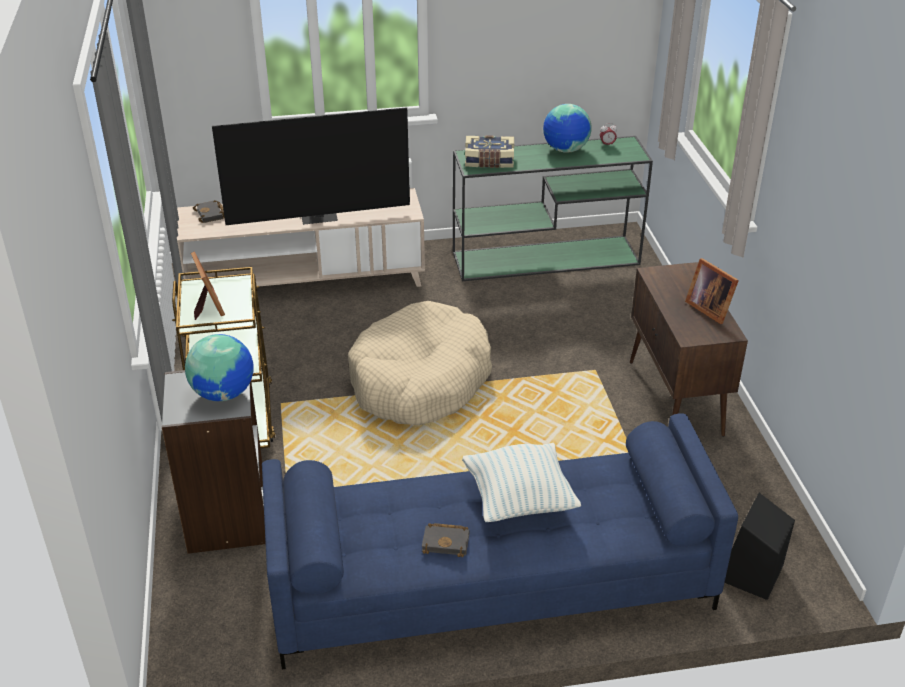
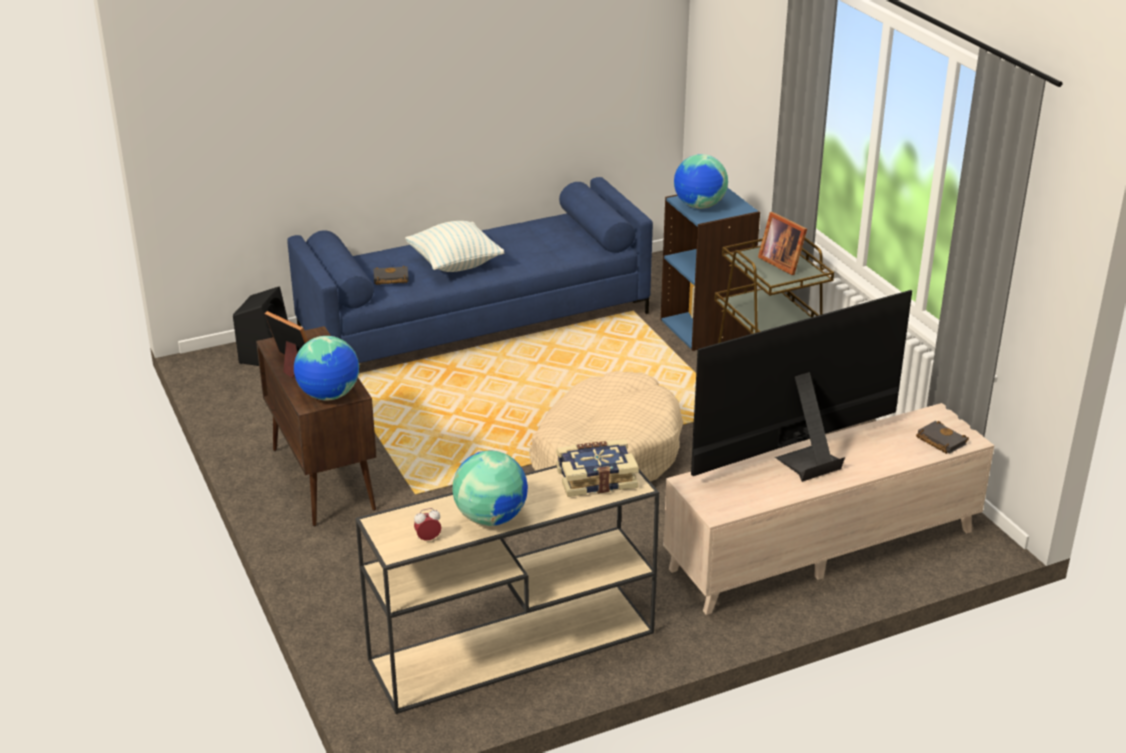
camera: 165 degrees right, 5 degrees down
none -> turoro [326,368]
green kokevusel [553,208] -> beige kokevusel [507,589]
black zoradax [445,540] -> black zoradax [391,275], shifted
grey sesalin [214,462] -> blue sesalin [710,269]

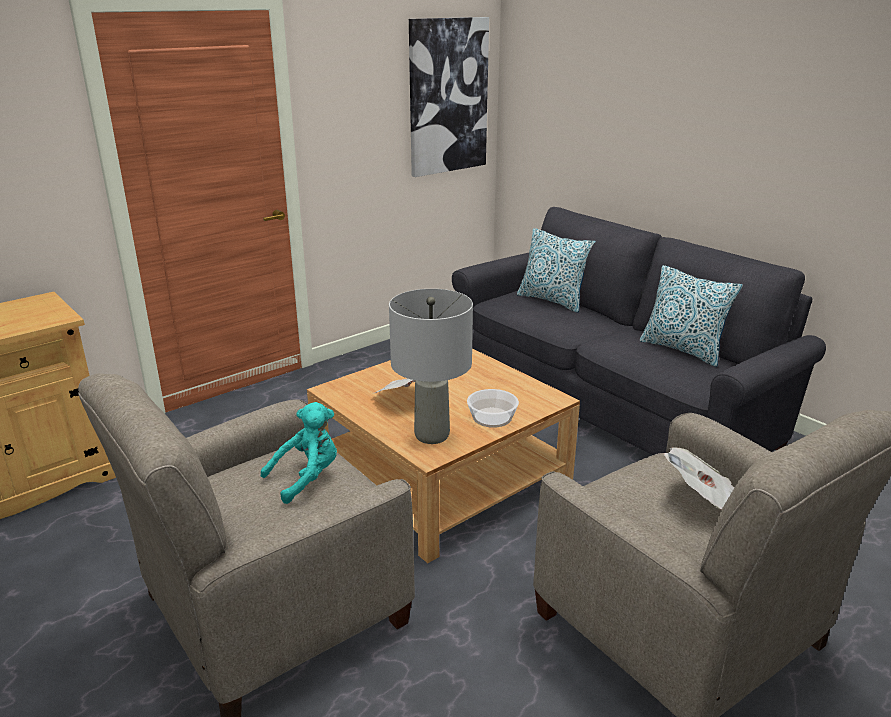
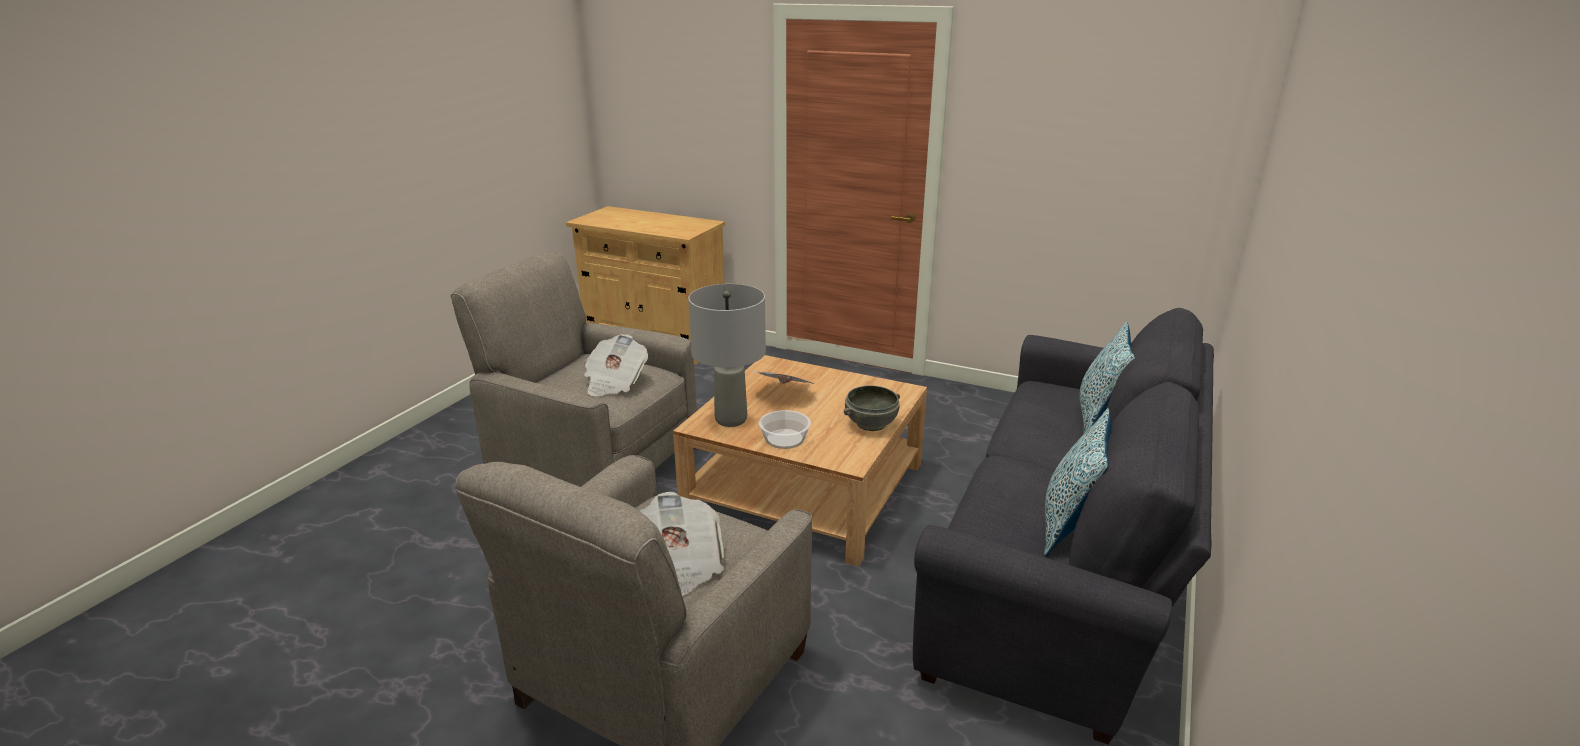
camera: 65 degrees right, 0 degrees up
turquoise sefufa [299,453] -> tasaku [616,365]
none -> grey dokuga [872,408]
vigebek [449,97] -> none

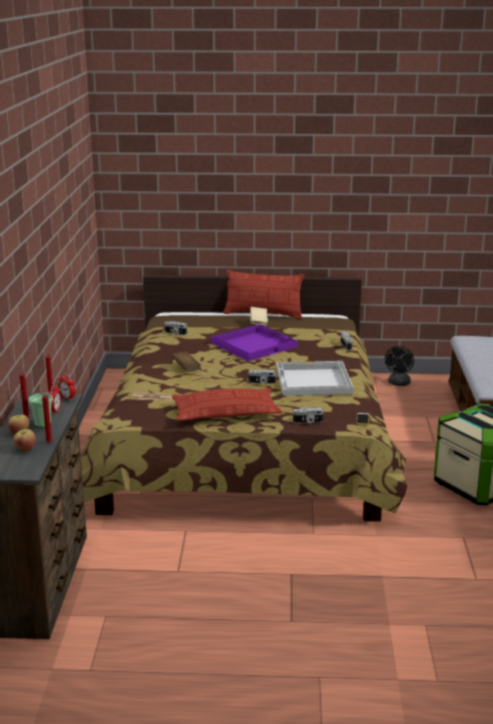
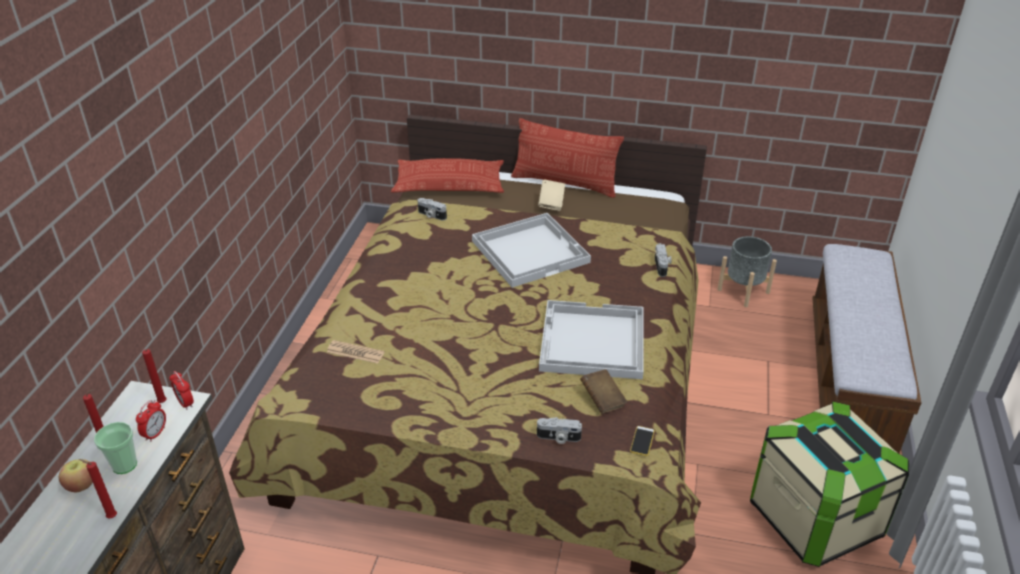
camera: 10 degrees right, 15 degrees up
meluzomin [227,404] -> meluzomin [447,175], shifted
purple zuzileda [254,343] -> white zuzileda [531,250]
brown zoradax [186,361] -> brown zoradax [603,391], shifted
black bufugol [399,366] -> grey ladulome [747,271]
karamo [24,440] -> none
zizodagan [262,376] -> none

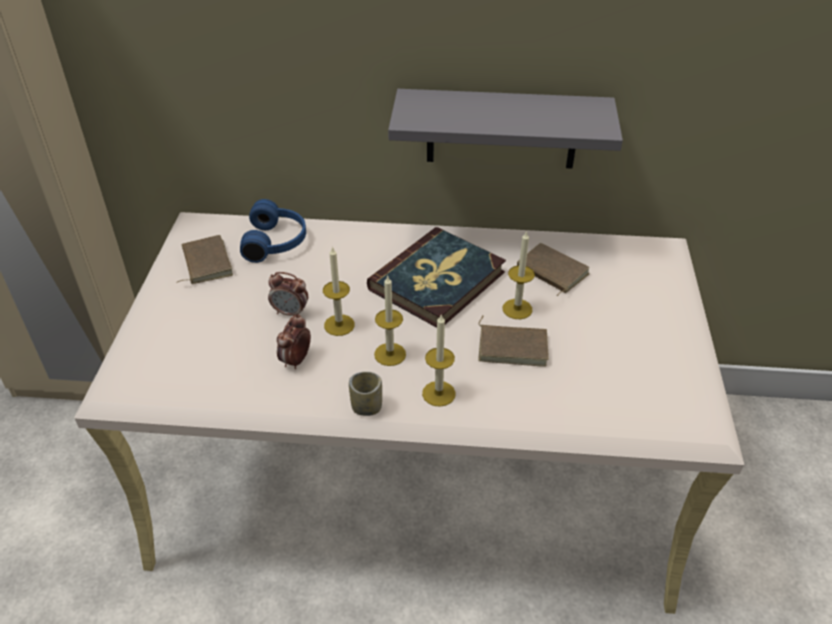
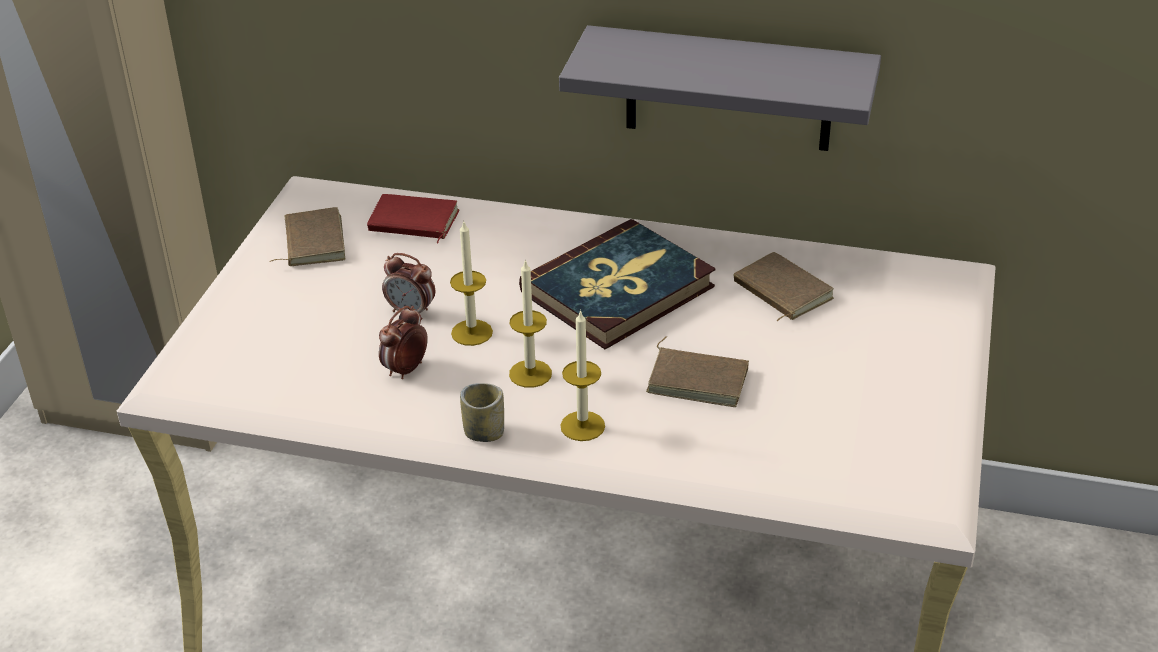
camera: 10 degrees right, 5 degrees down
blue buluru [273,231] -> red zoradax [413,218]
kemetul [519,274] -> none

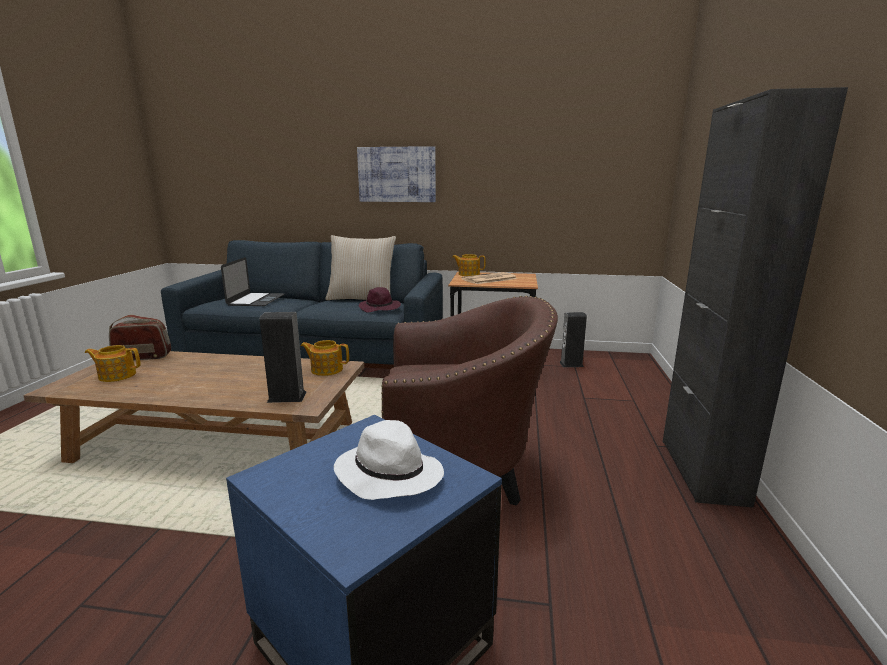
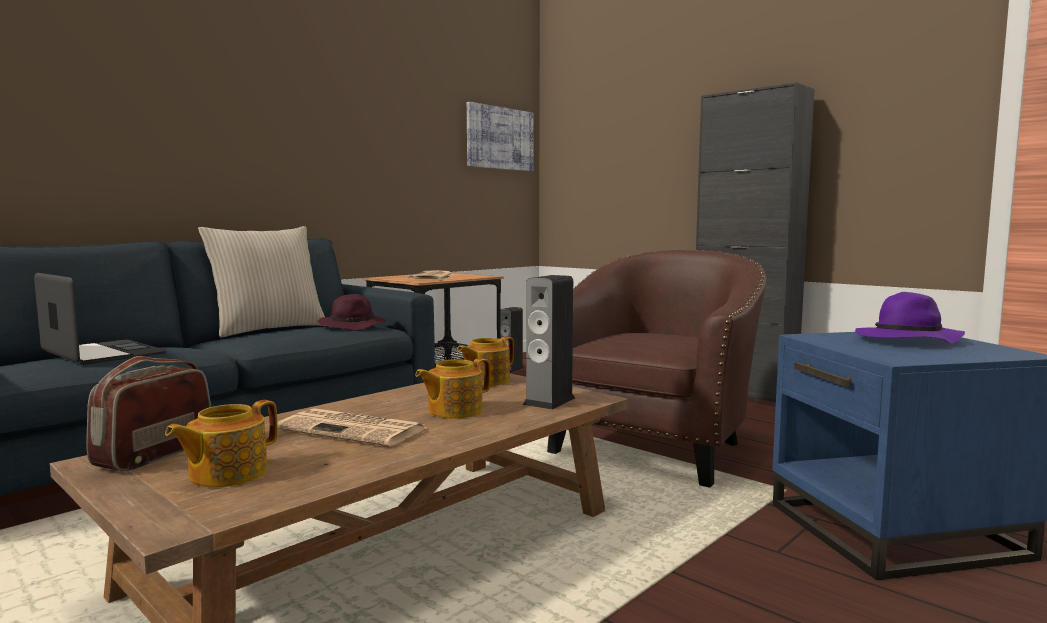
camera: 55 degrees left, 10 degrees down
none -> tasaku [352,427]
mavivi [469,265] -> mavivi [452,388], shifted
vigebek [396,174] -> vigebek [500,136], shifted
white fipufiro [389,460] -> purple fipufiro [910,318]

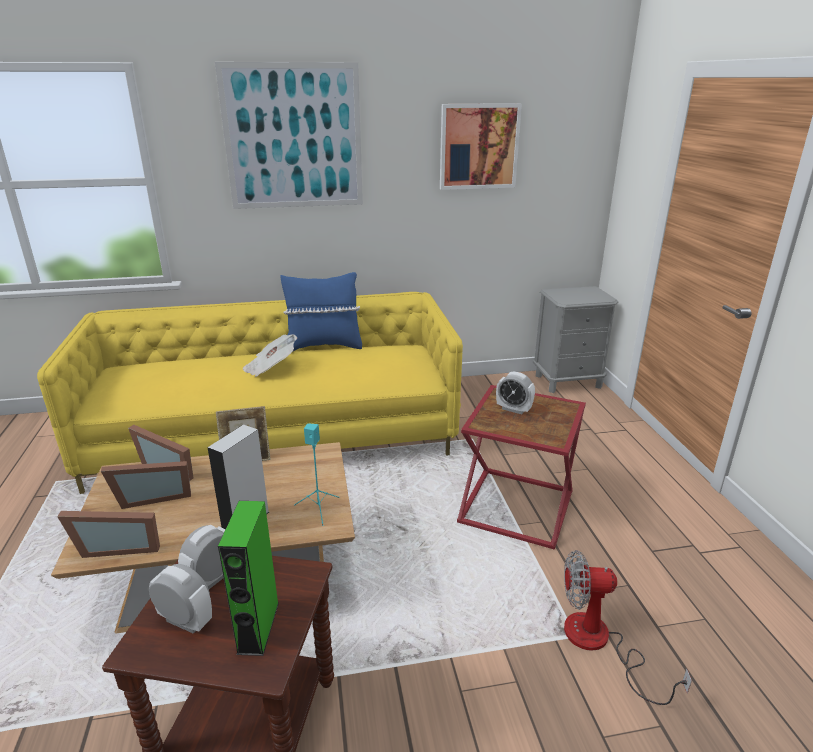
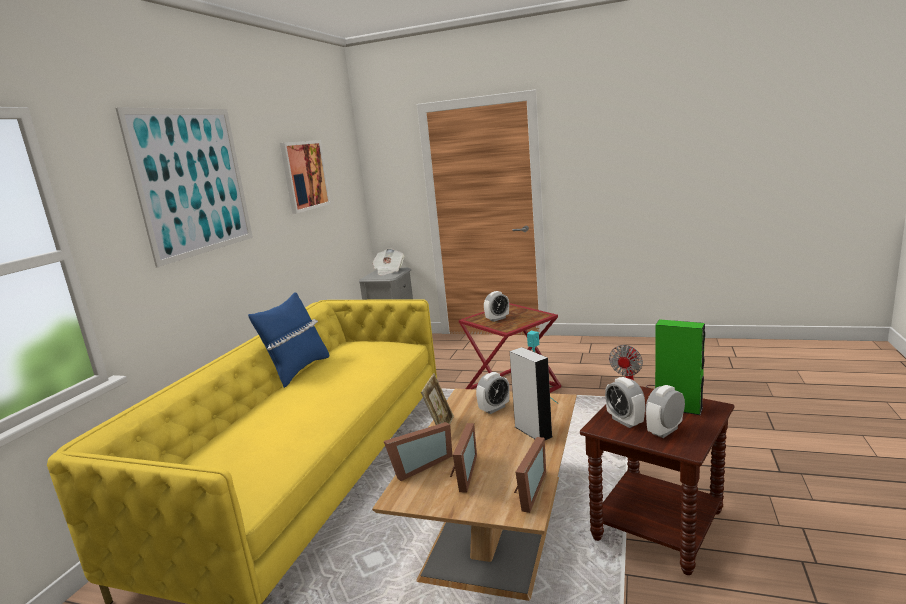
camera: 60 degrees left, 10 degrees down
tasaku [269,355] -> tasaku [388,262], shifted
none -> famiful [493,393]

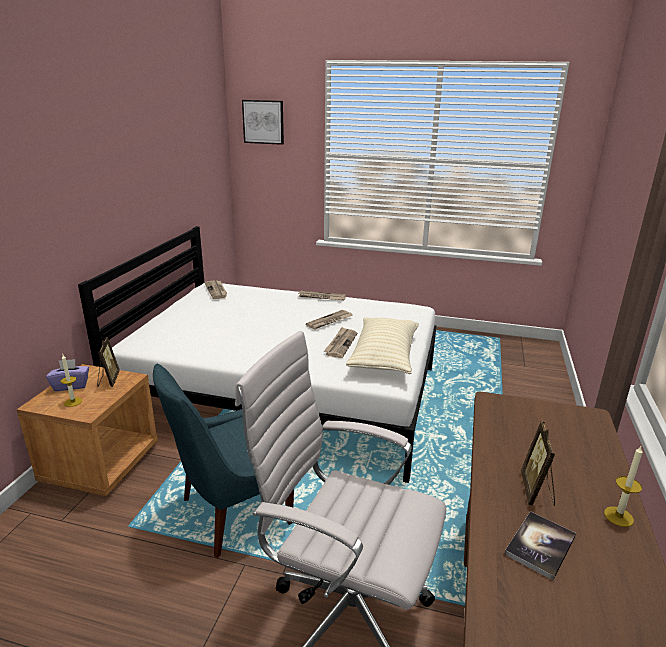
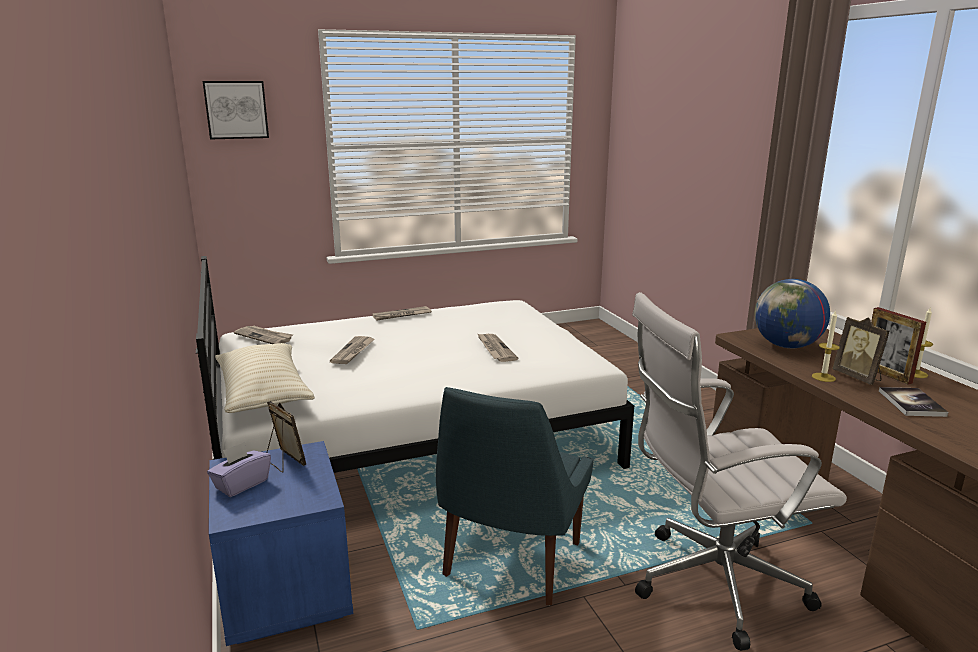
camera: 35 degrees left, 5 degrees down
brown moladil [87,430] -> blue moladil [281,543]
beige meluzomin [382,346] -> beige meluzomin [265,378], shifted
tasaku [329,319] -> tasaku [352,350], shifted
none -> turoro [792,313]
kemetul [71,381] -> kemetul [825,346], shifted
none -> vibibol [898,345]

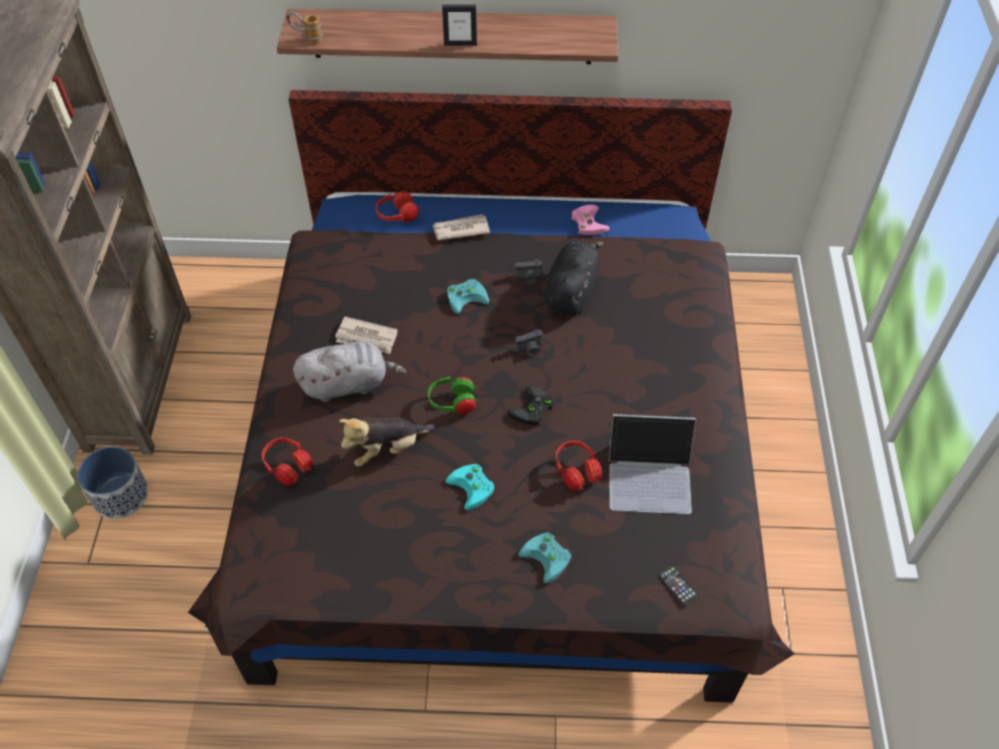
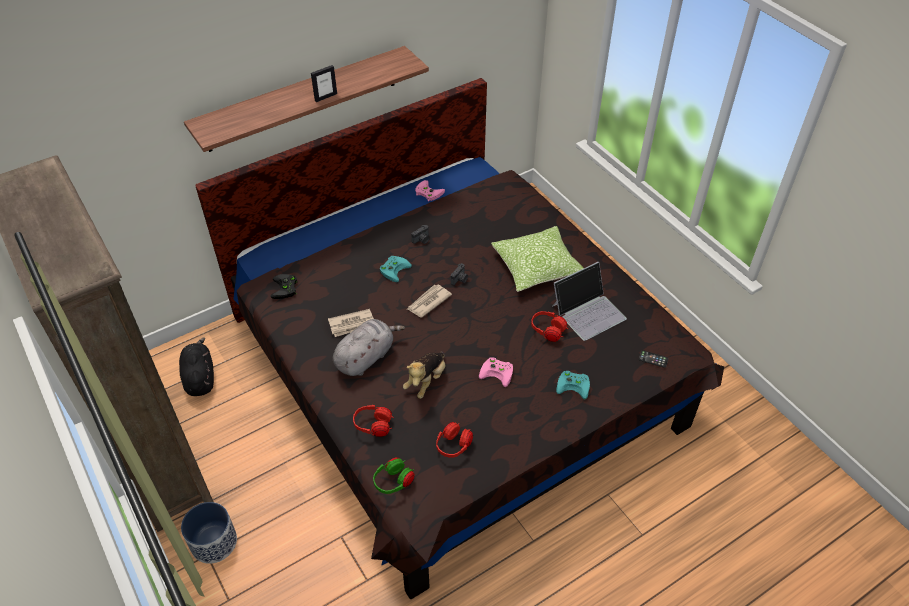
camera: 35 degrees left, 5 degrees down
black sefufa [573,278] -> black sefufa [196,366], shifted
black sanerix [530,405] -> black sanerix [284,286], shifted
green buluru [453,395] -> green buluru [394,475], shifted
tasaku [461,227] -> tasaku [429,301], shifted
red buluru [398,207] -> red buluru [454,440], shifted
turquoise sanerix [469,487] -> pink sanerix [496,372]
none -> meluzomin [537,259]
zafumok [304,28] -> none

